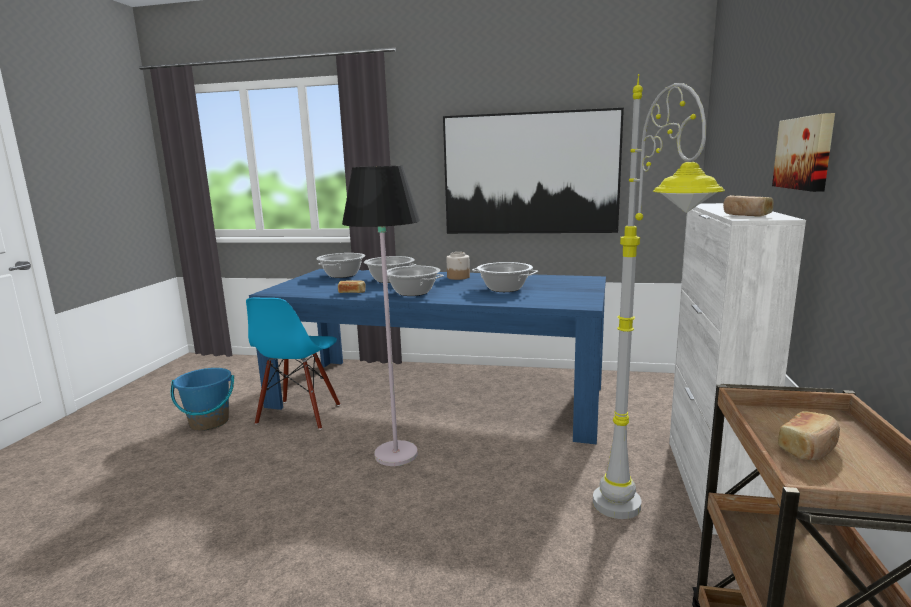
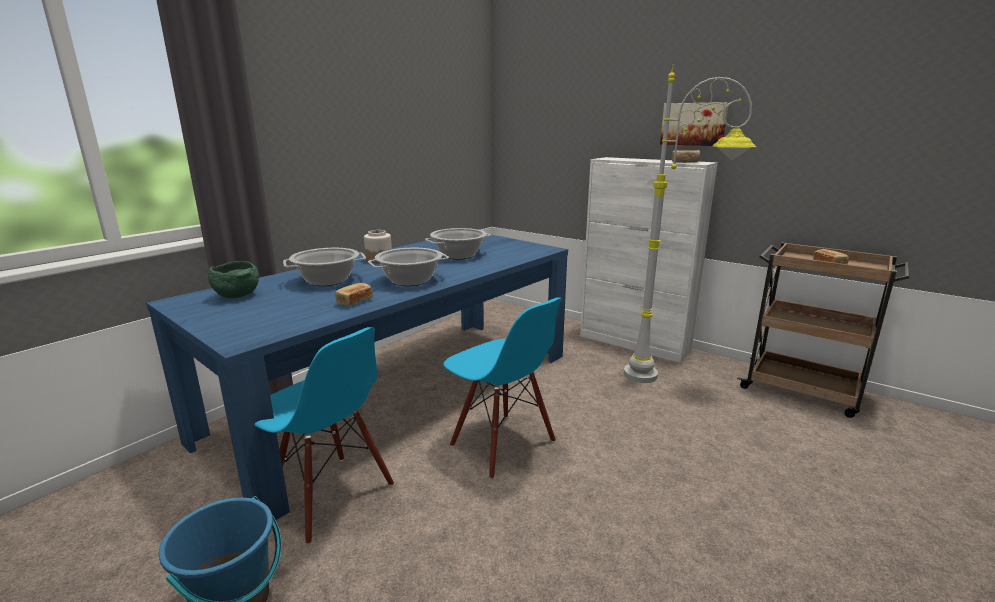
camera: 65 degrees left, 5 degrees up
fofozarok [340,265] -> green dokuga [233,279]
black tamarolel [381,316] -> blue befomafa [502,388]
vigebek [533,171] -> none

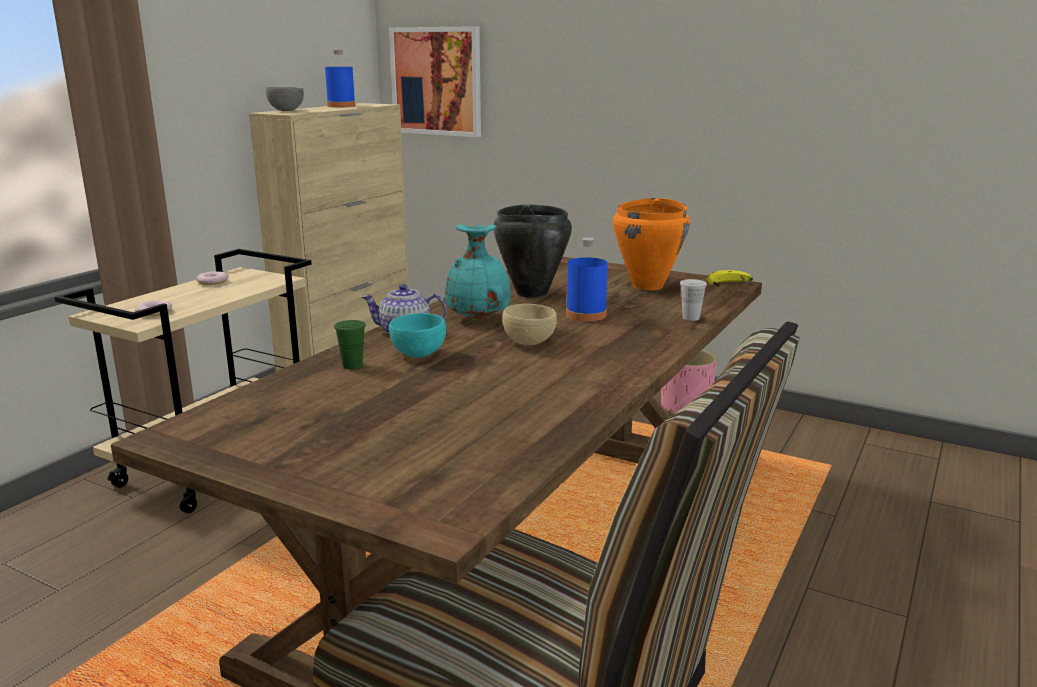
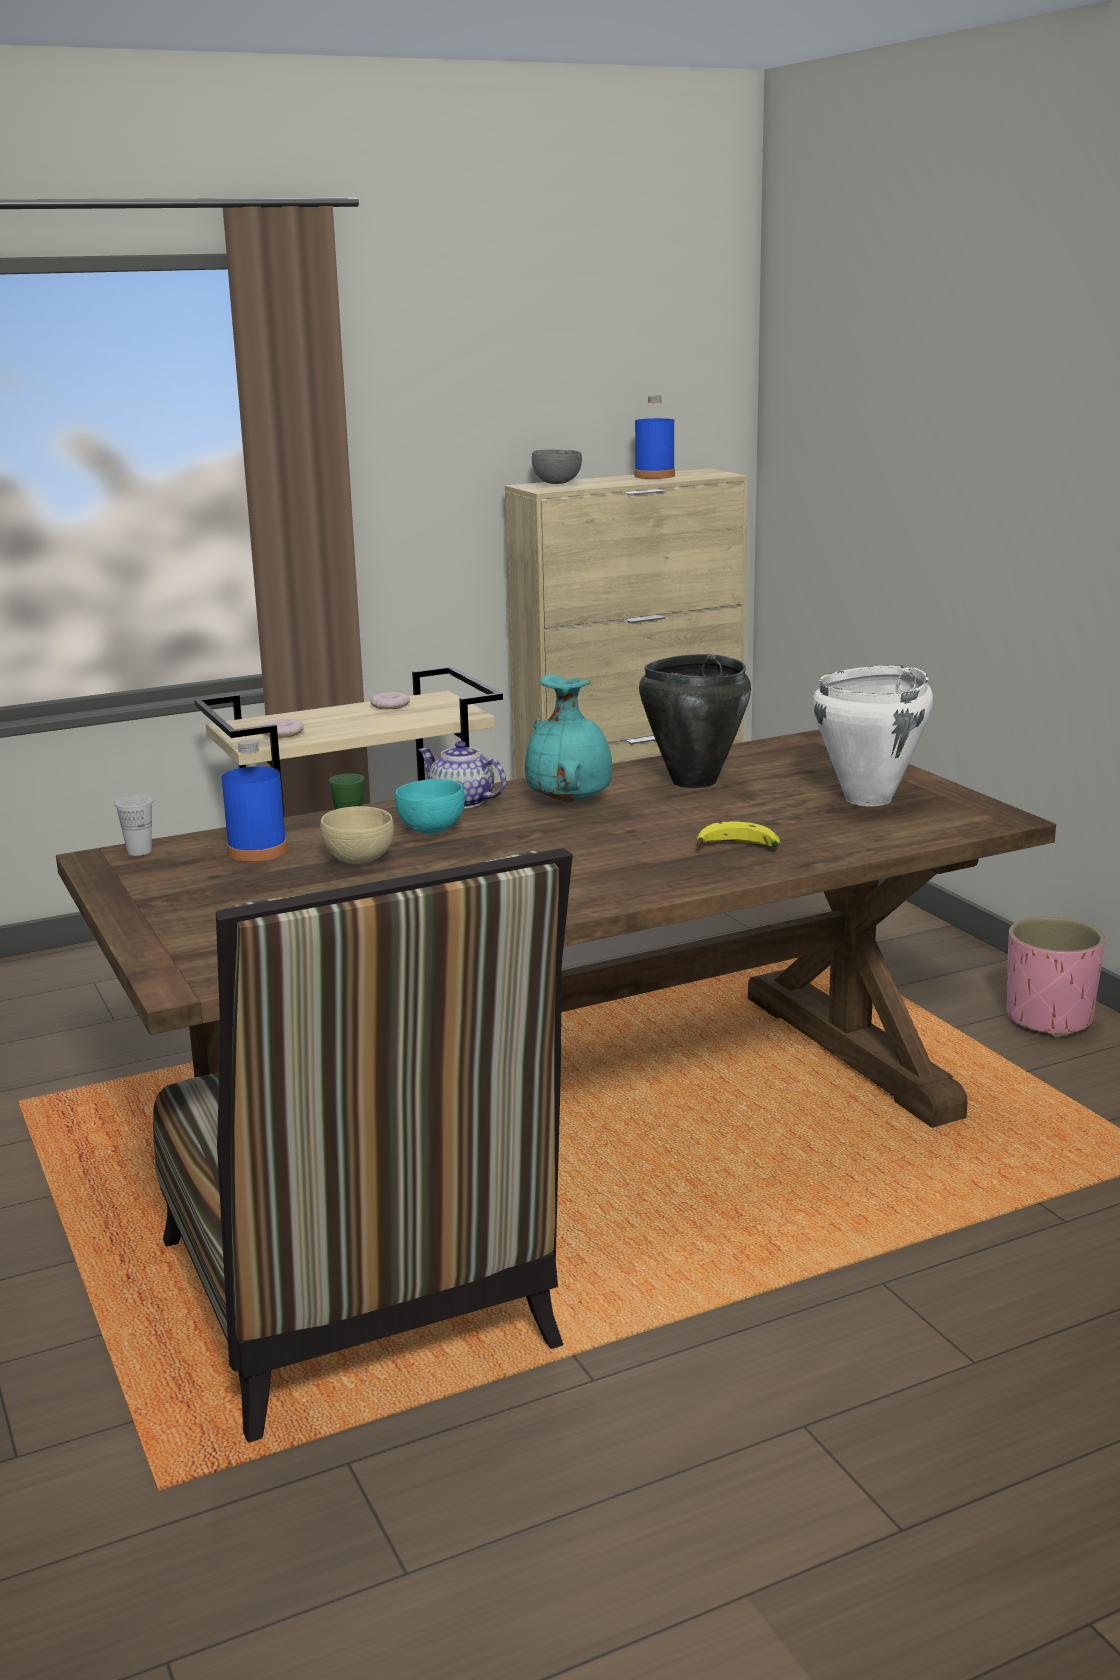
camera: 35 degrees right, 0 degrees up
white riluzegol [693,300] -> white riluzegol [134,825], shifted
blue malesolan [587,279] -> blue malesolan [255,800], shifted
beige dokuga [529,324] -> beige dokuga [357,835], shifted
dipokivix [729,278] -> dipokivix [738,834], shifted
orange fofozarok [651,244] -> white fofozarok [873,735]
vigebek [435,81] -> none

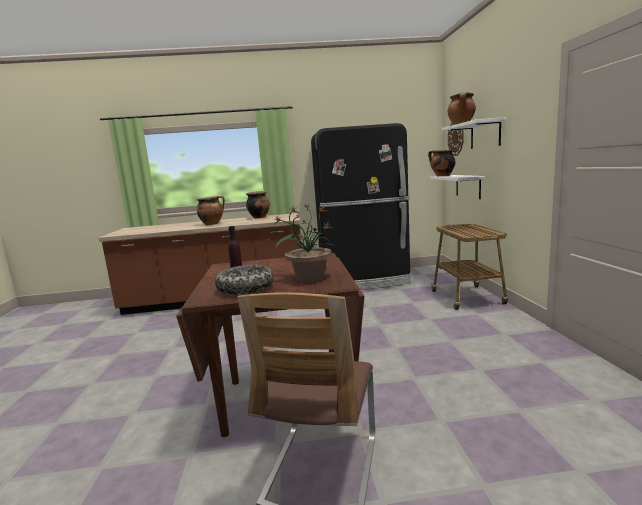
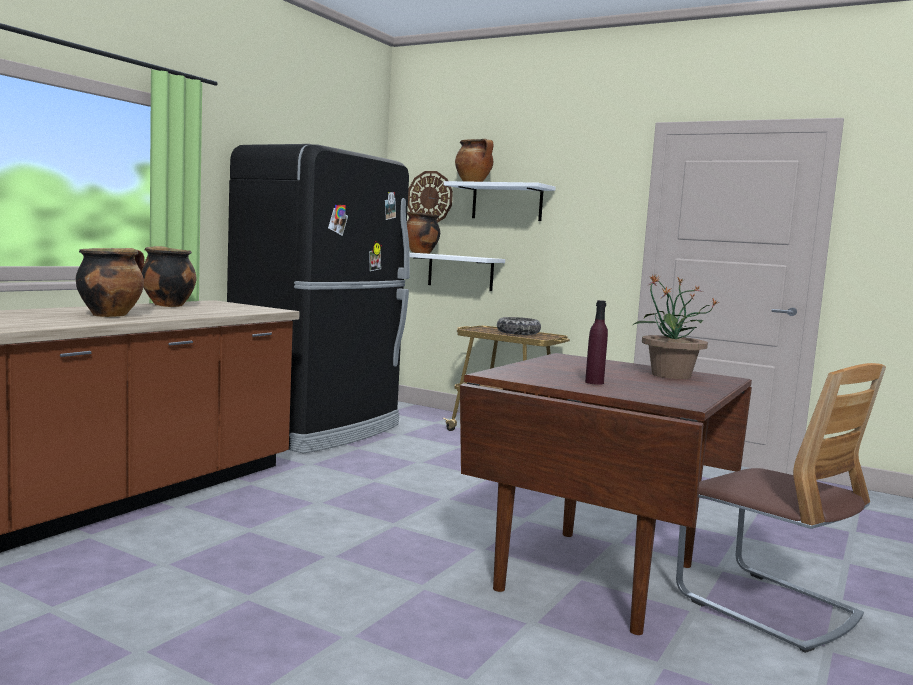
camera: 55 degrees left, 5 degrees down
dokuga [244,280] -> dokuga [519,326], shifted

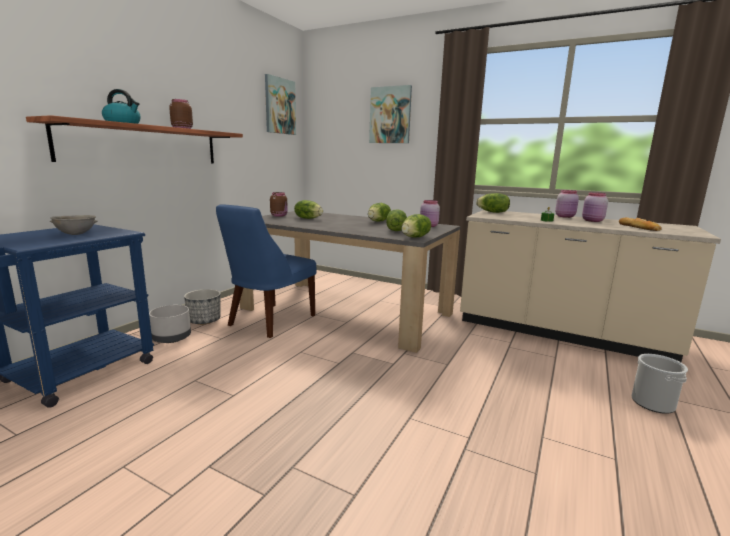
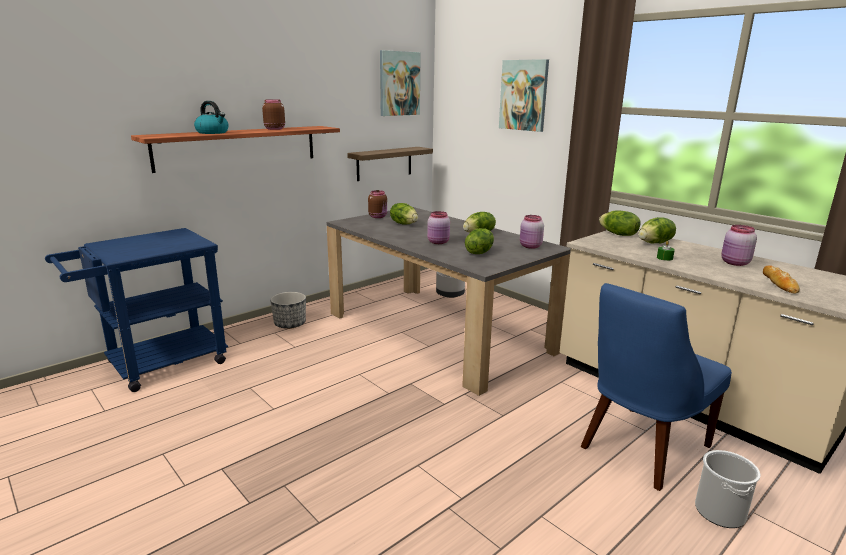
camera: 20 degrees right, 5 degrees up
none -> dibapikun [390,164]
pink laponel [567,204] -> pink laponel [438,227], shifted
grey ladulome [170,324] -> grey ladulome [450,285], shifted
blue befomafa [266,271] -> blue befomafa [656,387], shifted
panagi [416,226] -> panagi [657,230], shifted
grey dokuga [73,225] -> none

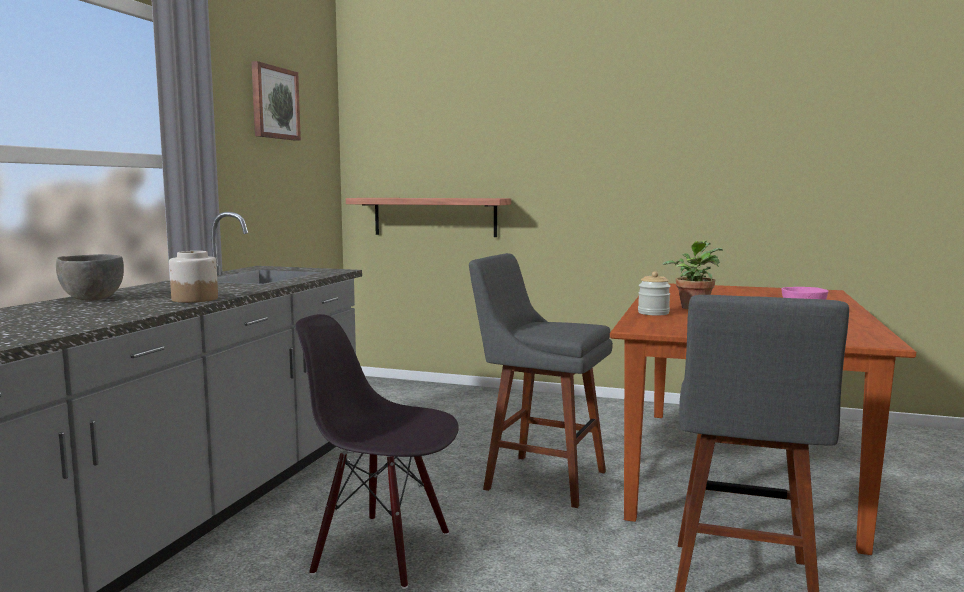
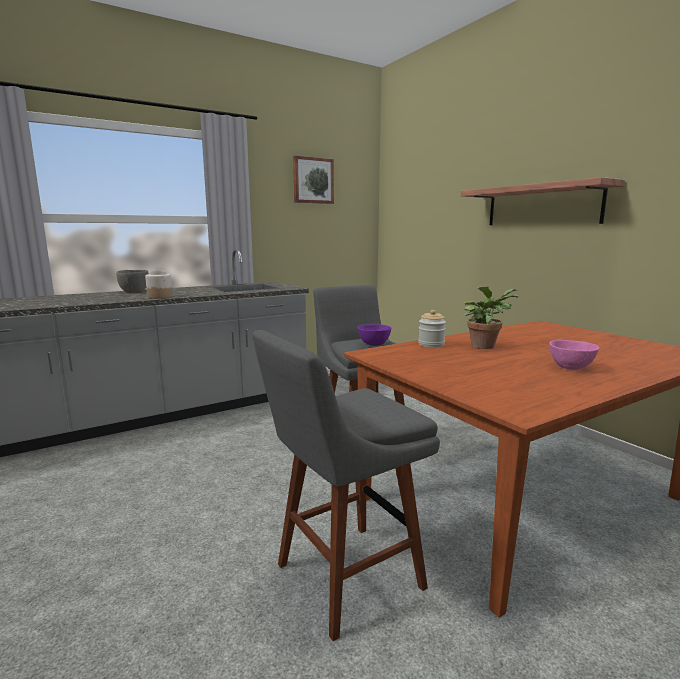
camera: 40 degrees right, 5 degrees up
none -> purple dokuga [374,335]
dibapikun [428,217] -> dibapikun [542,201], shifted
black befomafa [377,451] -> none

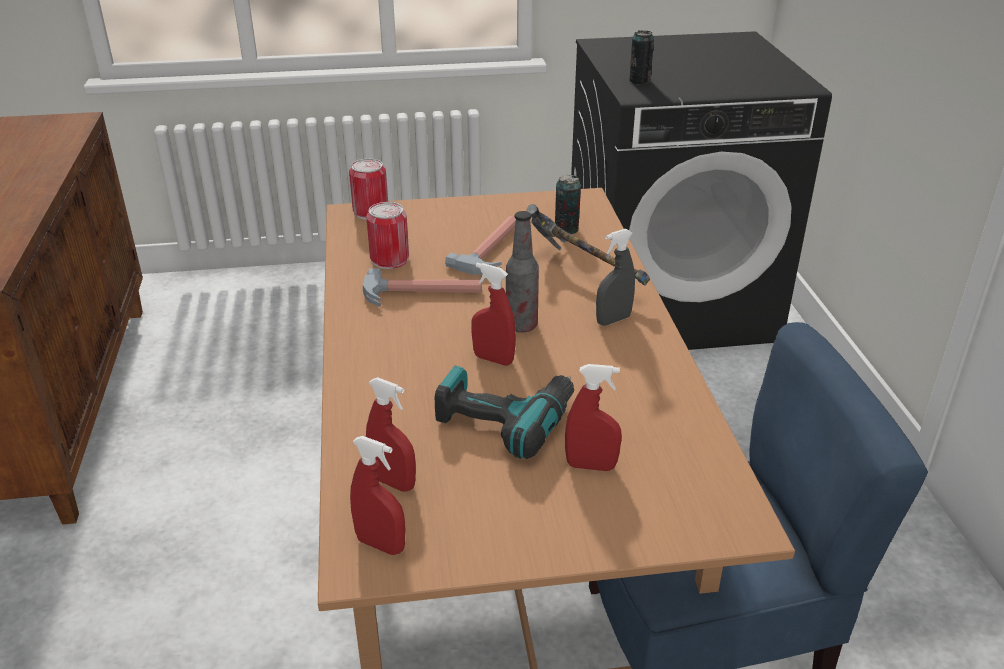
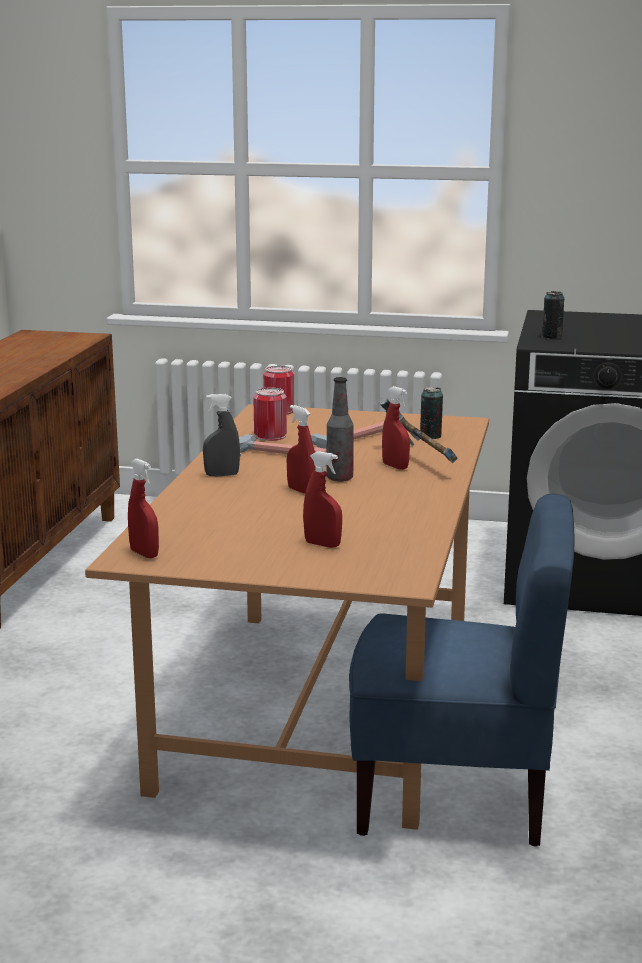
camera: 20 degrees right, 15 degrees down
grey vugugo [615,277] -> grey vugugo [221,435], shifted
red vugugo [391,434] -> red vugugo [396,428], shifted
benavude [504,412] -> none

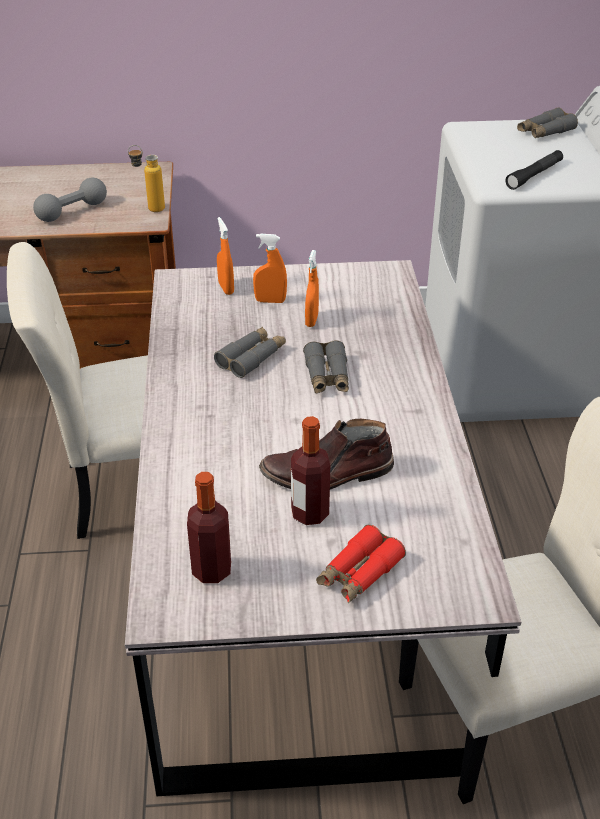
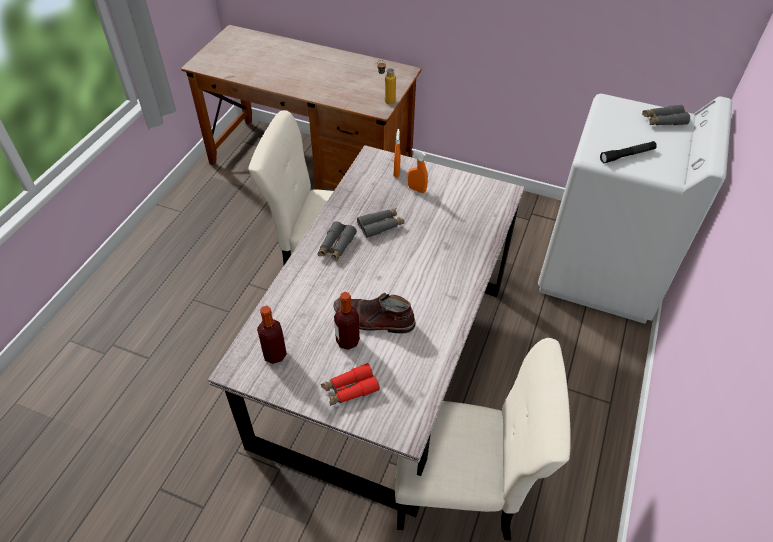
camera: 25 degrees right, 10 degrees up
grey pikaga [326,367] -> grey pikaga [337,241], shifted
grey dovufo [70,200] -> none
orange vugugo [312,288] -> none

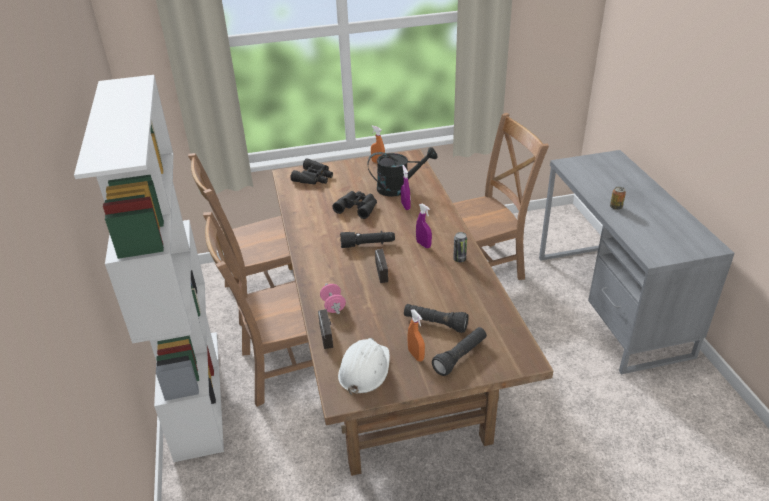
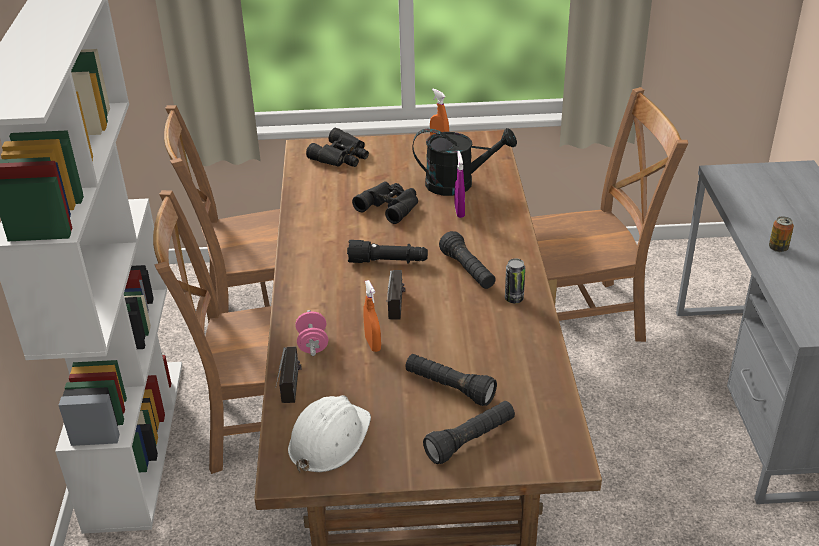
camera: 10 degrees right, 0 degrees up
orange vugugo [416,335] -> orange vugugo [372,316], shifted
purple vugugo [424,226] -> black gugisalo [467,260]

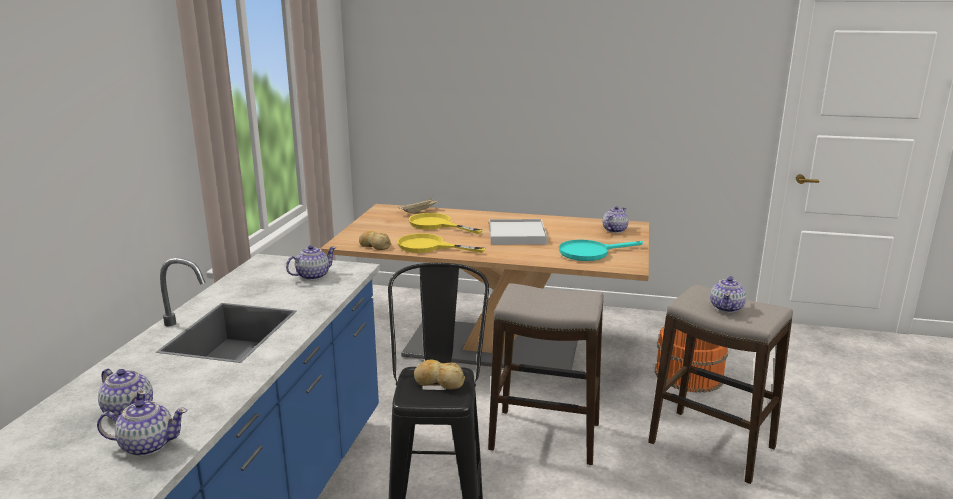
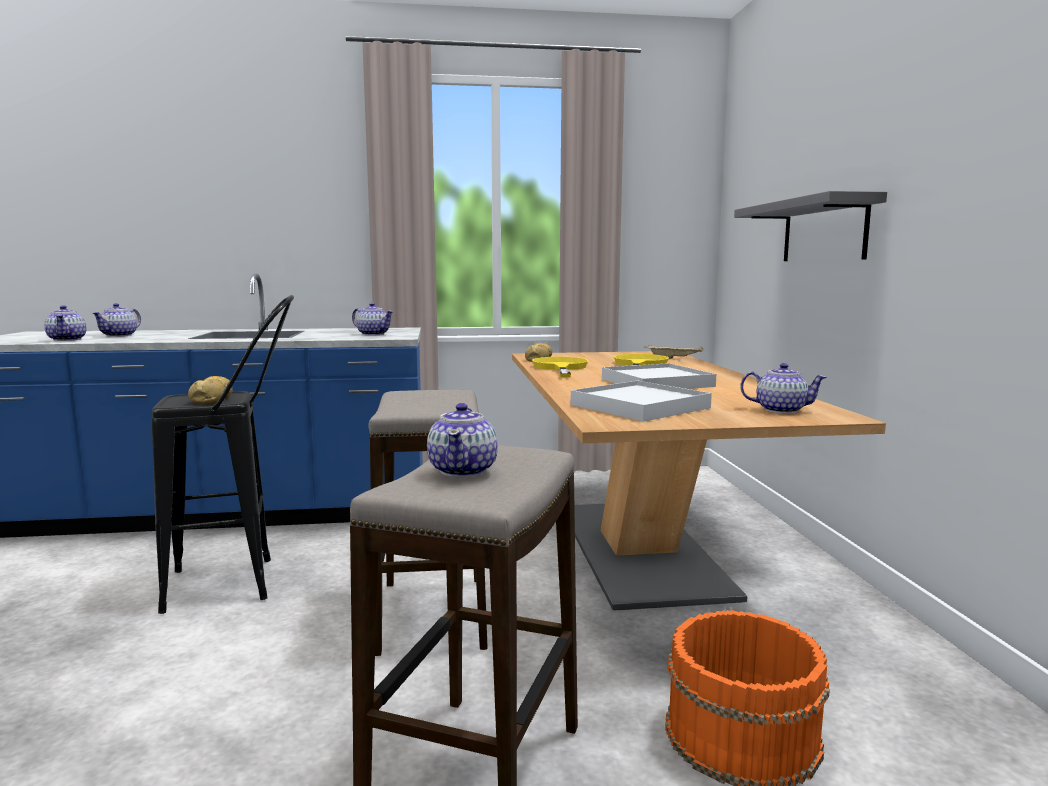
camera: 70 degrees right, 10 degrees down
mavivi [728,294] -> mavivi [462,440], 90 degrees counterclockwise
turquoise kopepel [601,250] -> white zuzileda [641,401]
none -> grey dibapikun [810,226]

